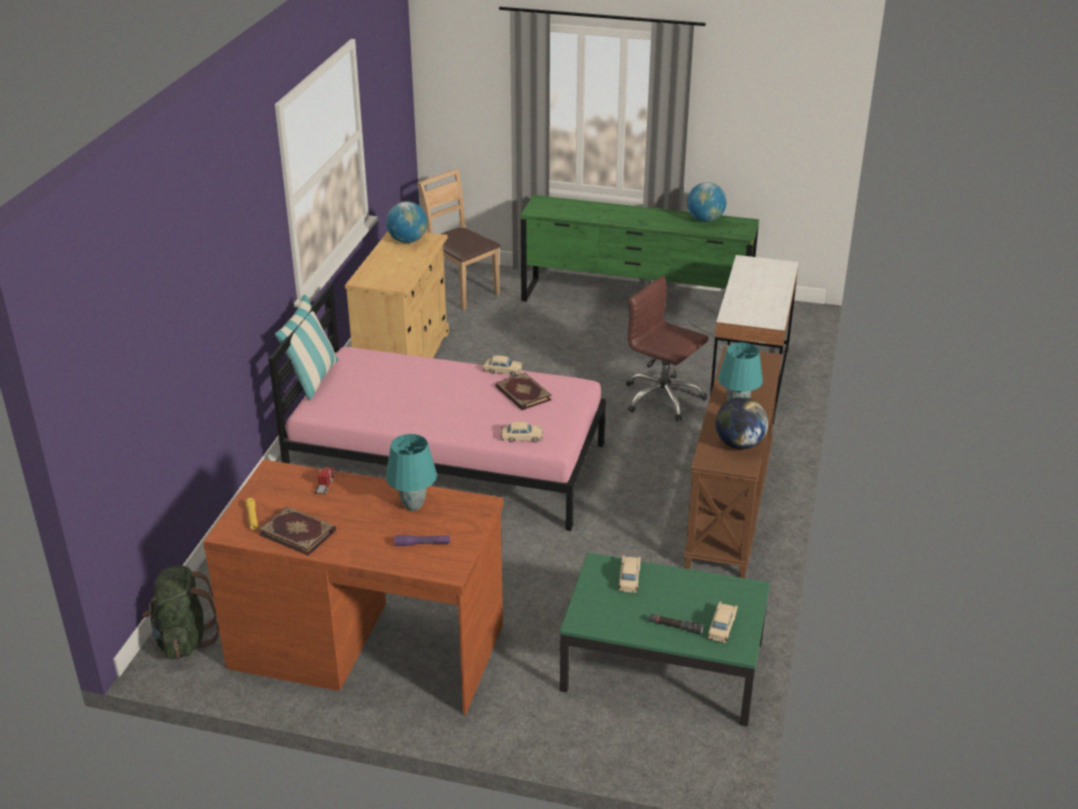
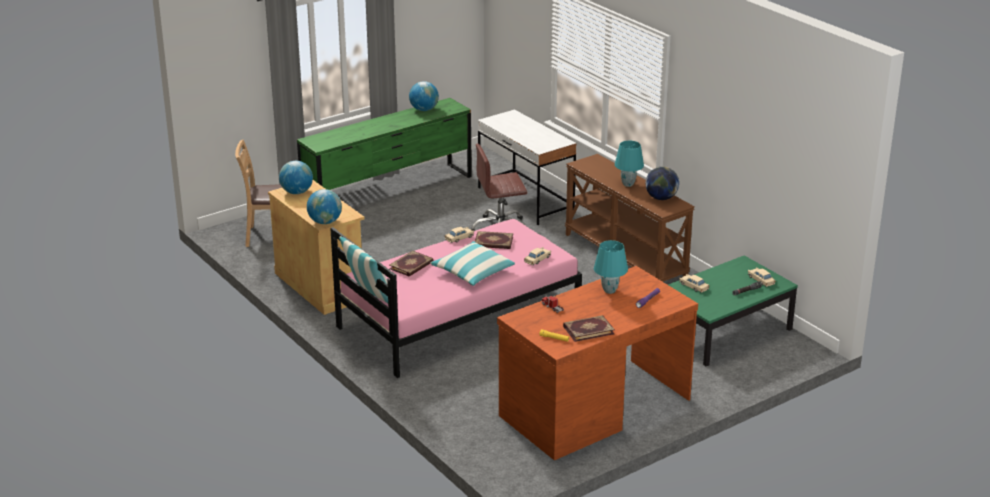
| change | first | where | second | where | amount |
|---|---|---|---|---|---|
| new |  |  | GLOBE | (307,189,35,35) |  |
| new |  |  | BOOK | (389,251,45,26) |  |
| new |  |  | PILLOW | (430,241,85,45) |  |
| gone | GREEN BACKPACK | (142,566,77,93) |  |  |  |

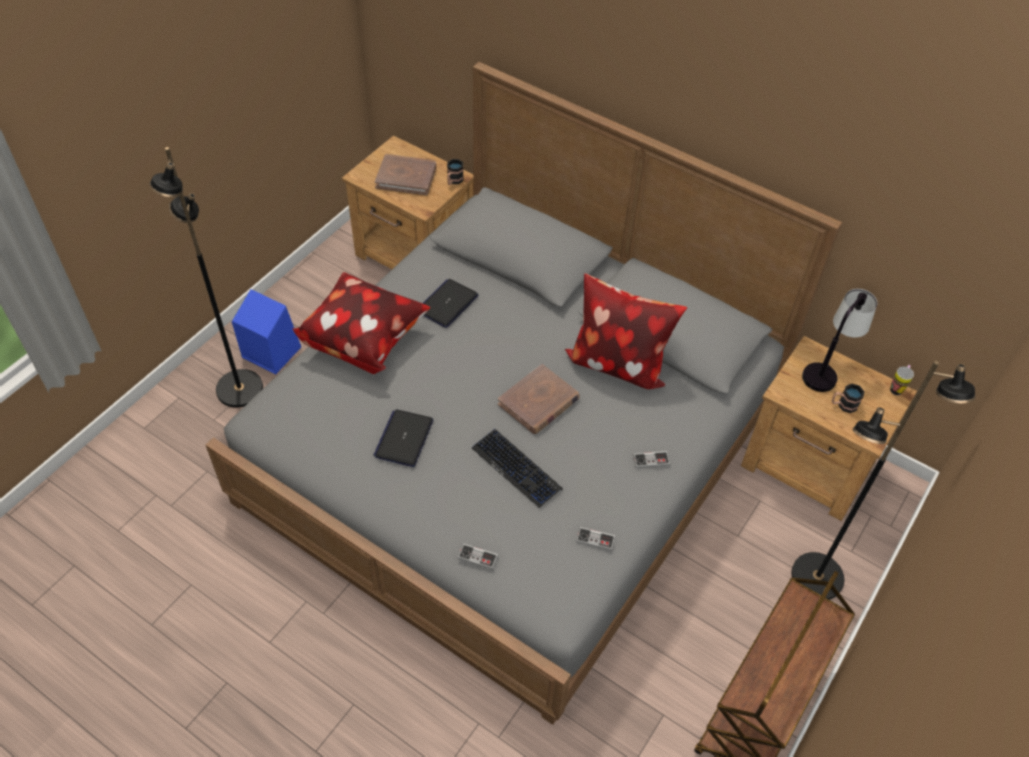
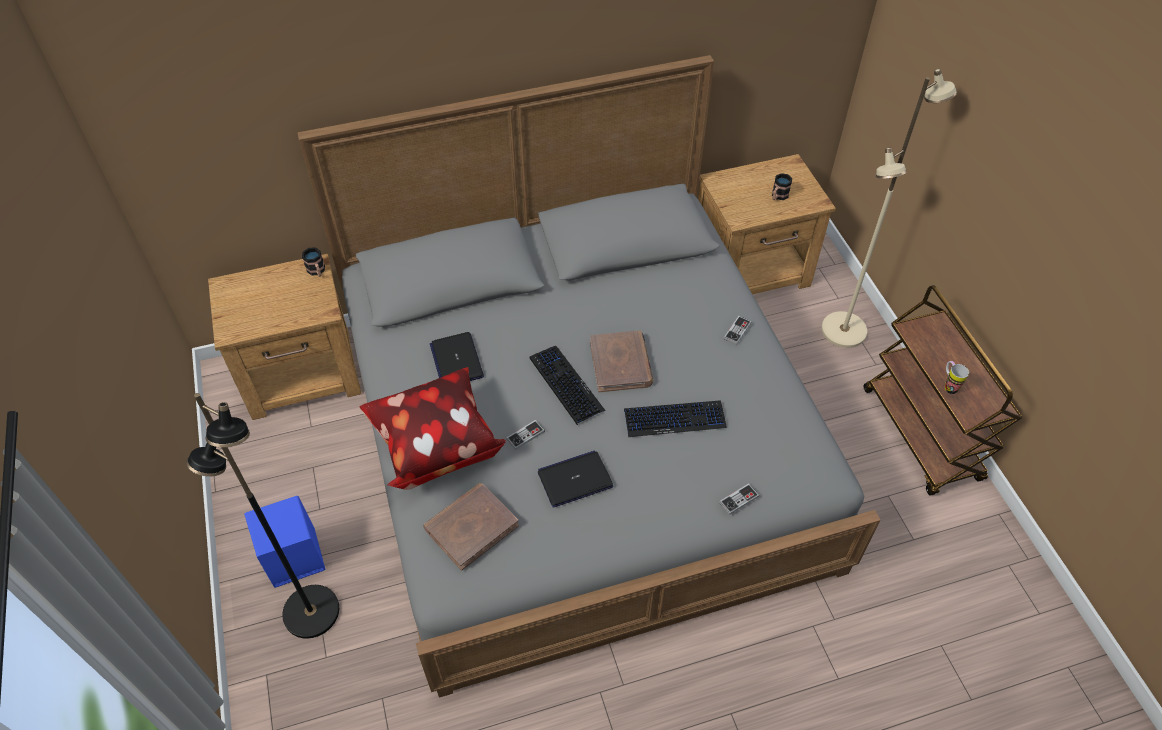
| change | first | where | second | where | amount |
|---|---|---|---|---|---|
| shifted | BROWN BOOK | (375,154,61,41) |  | (423,483,96,88) |  |
| shifted | GAME CONTROLLER | (576,527,39,24) |  | (506,420,39,30) |  |
| new |  |  | KEYBOARD | (530,346,76,79) |  |
| rotated | LAPTOP | (373,409,61,58) |  | (538,451,76,57) | 105 degrees clockwise |
| repainted | BLACK FLOOR LAMP | (792,361,183,239) | BEIGE FLOOR LAMP | (821,69,136,279) |  |
| shifted | MUG | (890,365,24,30) |  | (945,361,24,33) |  |
| gone | PILLOW | (564,273,123,116) |  |  |  |
| gone | TABLE LAMP | (802,289,75,103) |  |  |  |

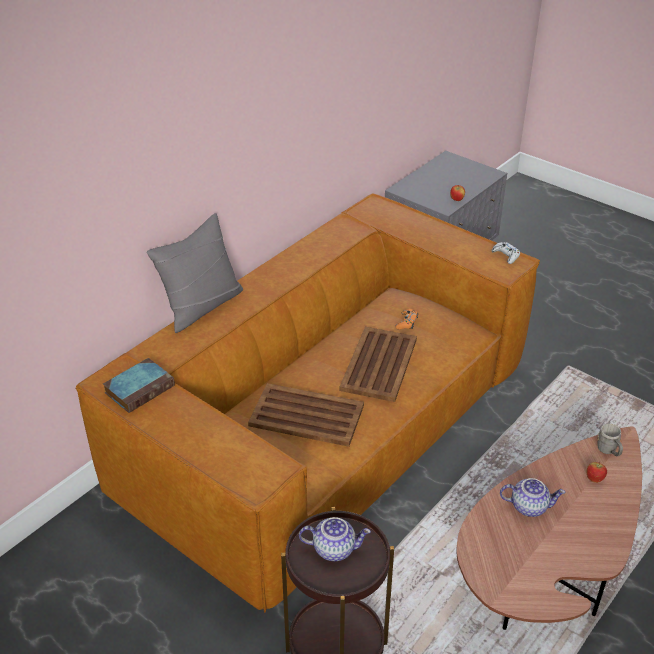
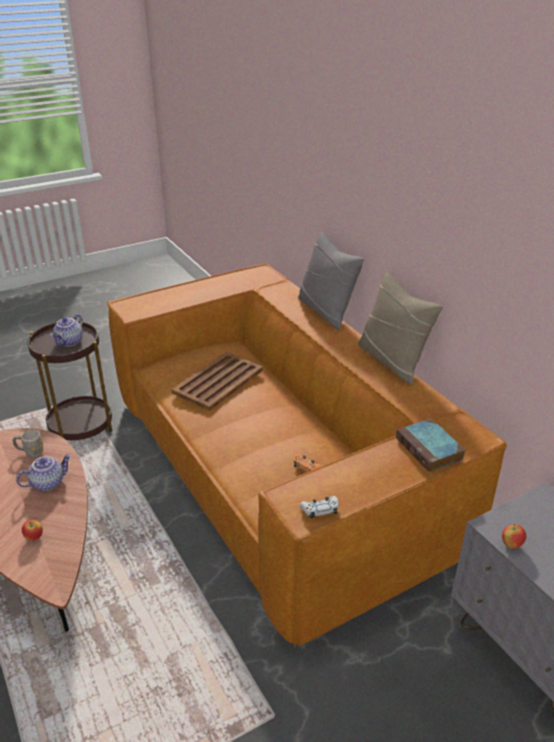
| change | first | where | second | where | amount |
|---|---|---|---|---|---|
| shifted | GREY MUG | (597,424,26,32) |  | (12,430,31,28) |  |
| rotated | TEAPOT | (500,478,66,39) |  | (16,454,56,37) | 150 degrees counterclockwise |
| new |  |  | BEIGE PILLOW | (358,272,85,113) |  |
| shifted | BOOK | (103,358,72,55) |  | (396,418,69,54) |  |
| gone | BROWN TRAY | (339,327,78,75) |  |  |  |

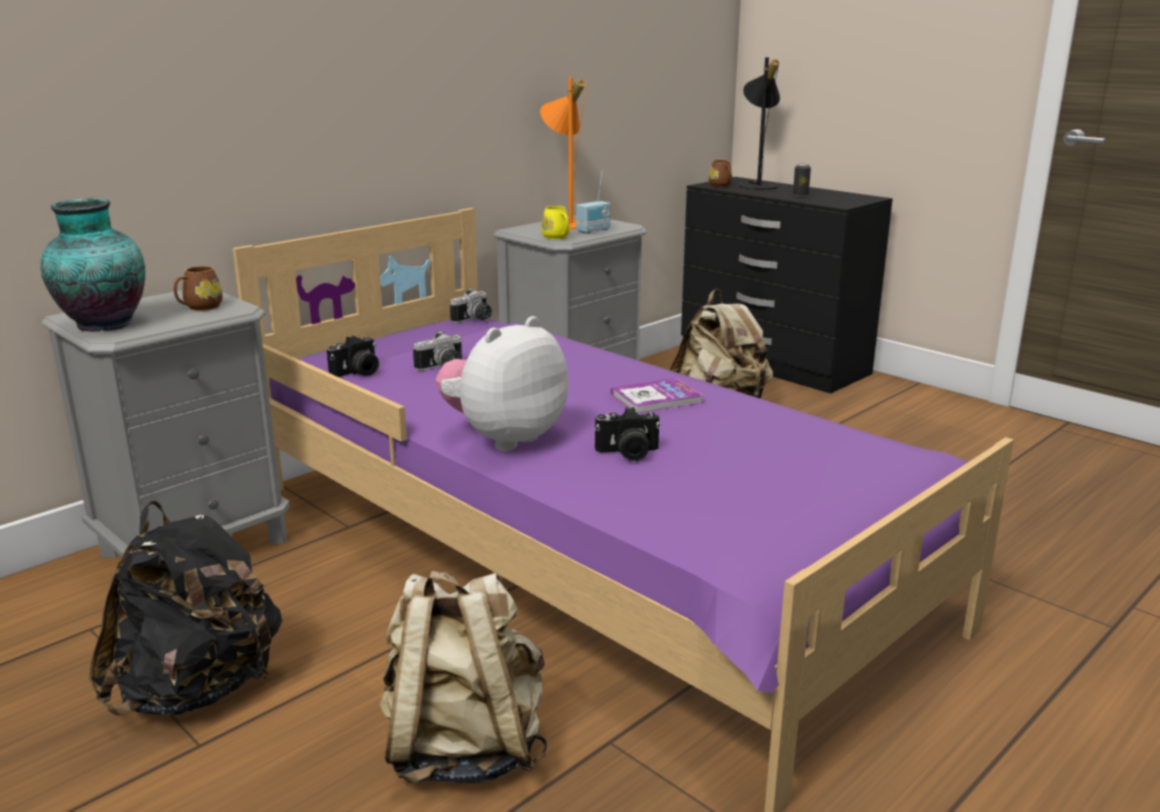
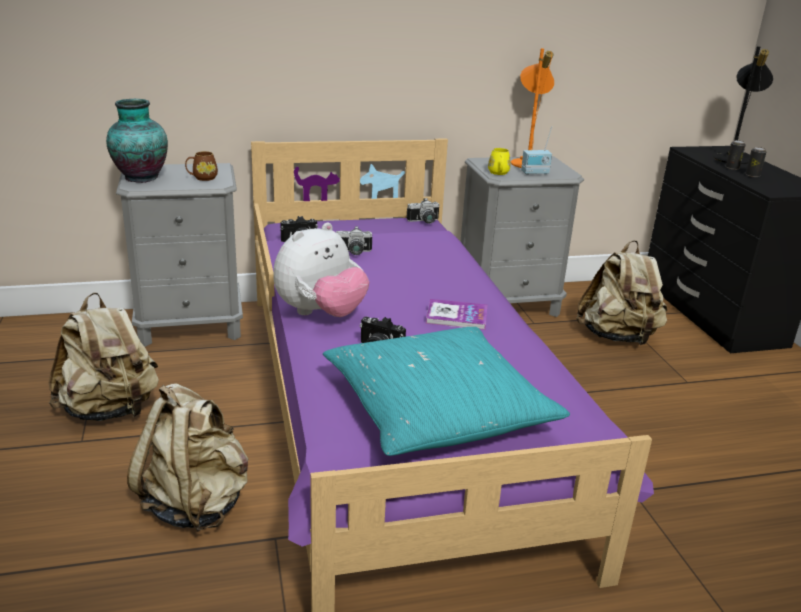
| change | first | where | second | where | amount |
|---|---|---|---|---|---|
| repainted | BLACK BACKPACK | (89,501,193,215) | BEIGE BACKPACK | (49,292,110,129) |  |
| rotated | PLUSH TOY | (435,316,133,135) |  | (274,223,95,94) | 150 degrees clockwise |
| new |  |  | TURQUOISE PILLOW | (323,327,247,129) |  |
| new |  |  | CAN | (726,140,20,30) |  |
| gone | BROWN MUG | (709,160,23,27) |  |  |  |

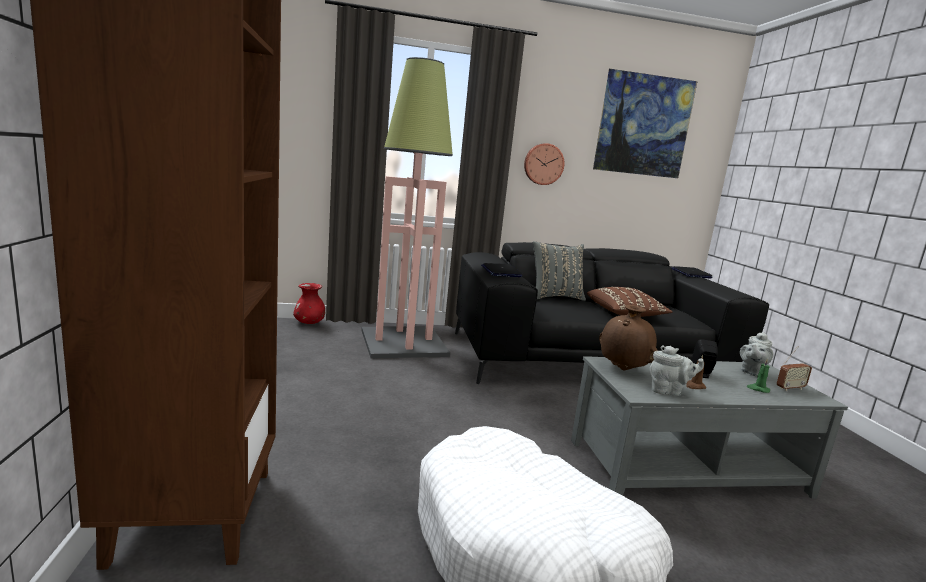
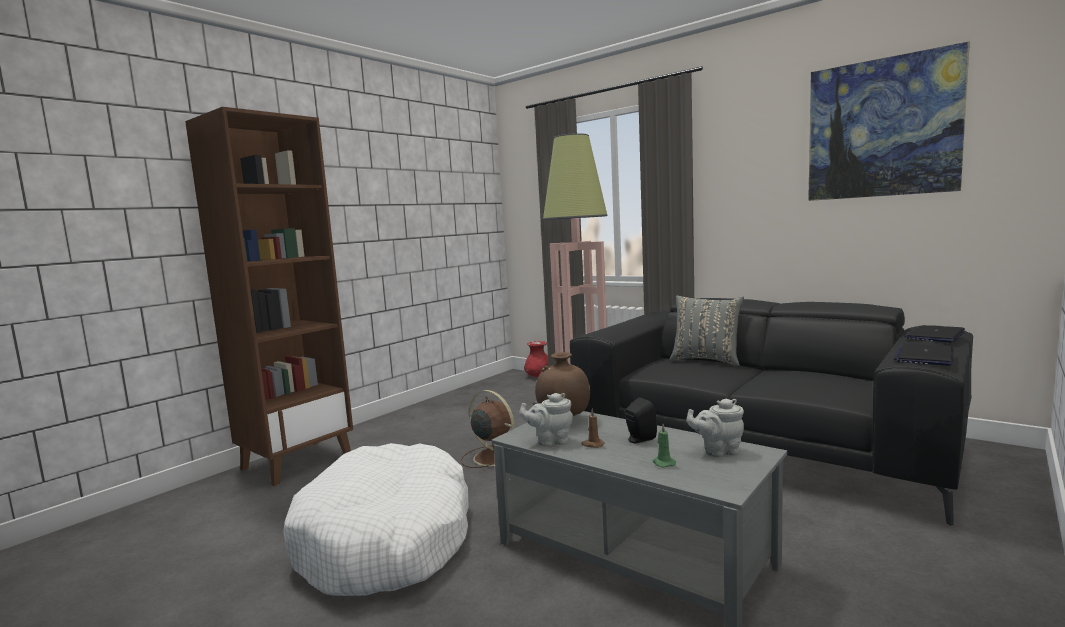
| change | first | where | second | where | amount |
|---|---|---|---|---|---|
| new |  |  | BROWN FAN | (461,390,54,78) |  |
| rotated | GREY TEAPOT | (650,346,54,50) |  | (519,393,54,54) | 120 degrees clockwise |
| shifted | LAPTOP | (481,263,42,14) |  | (894,344,60,22) |  |
| gone | WALL CLOCK | (524,143,40,42) |  |  |  |
| gone | BROWN PILLOW | (587,287,85,30) |  |  |  |
| gone | RADIO | (777,346,35,45) |  |  |  |

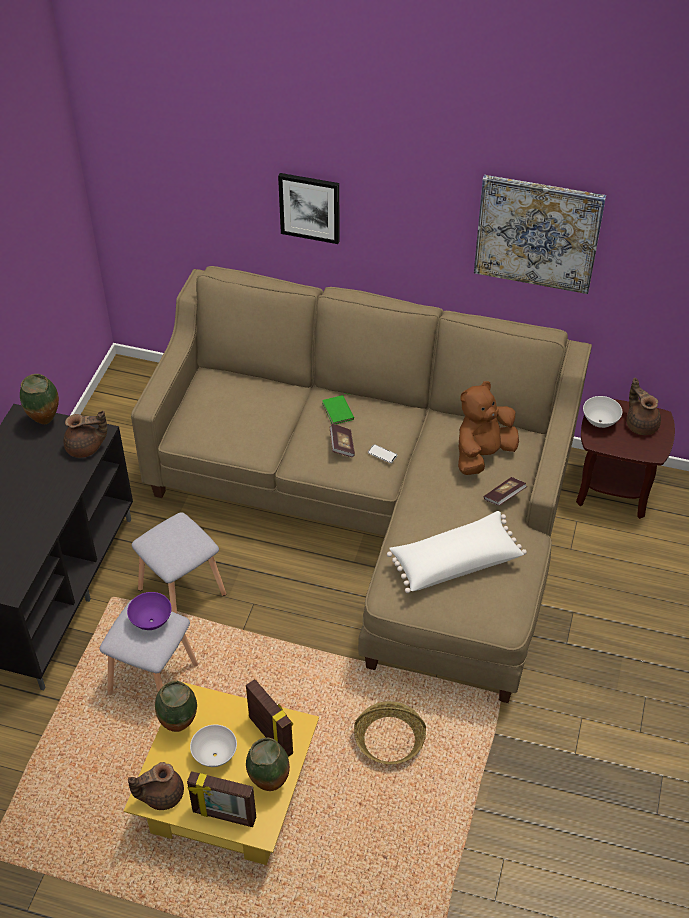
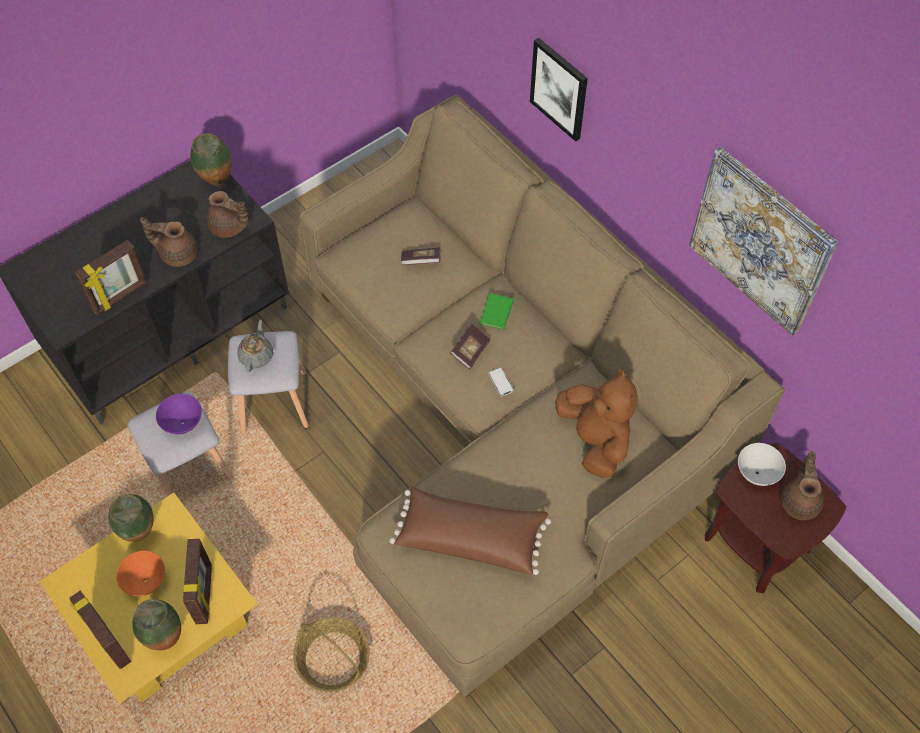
| change | first | where | second | where | amount |
|---|---|---|---|---|---|
| new |  |  | PICTURE FRAME | (75,240,73,75) |  |
| repainted | WHITE BOWL | (190,725,47,42) | ORANGE BOWL | (116,551,49,45) |  |
| shifted | BROWN TEAPOT | (128,762,56,48) |  | (140,217,58,50) |  |
| new |  |  | GREY TEAPOT | (237,320,36,52) |  |
| repainted | WHITE PILLOW | (387,511,140,82) | BROWN PILLOW | (389,487,162,88) |  |
| shifted | BOOK | (484,477,43,29) |  | (401,248,40,17) |  |
| rotated | BROWN PLUSH TOY | (458,381,61,94) |  | (555,368,83,110) | 75 degrees clockwise |

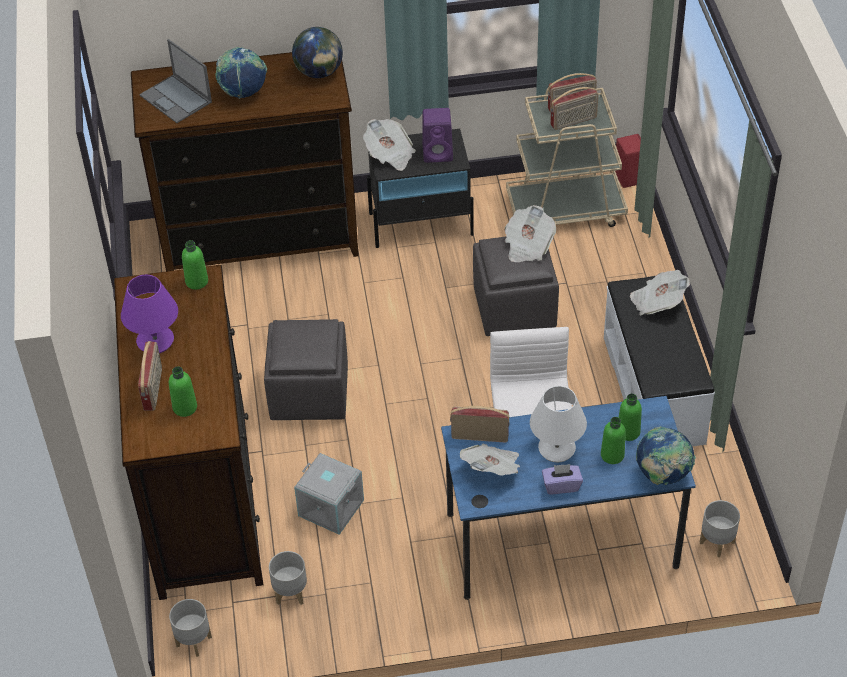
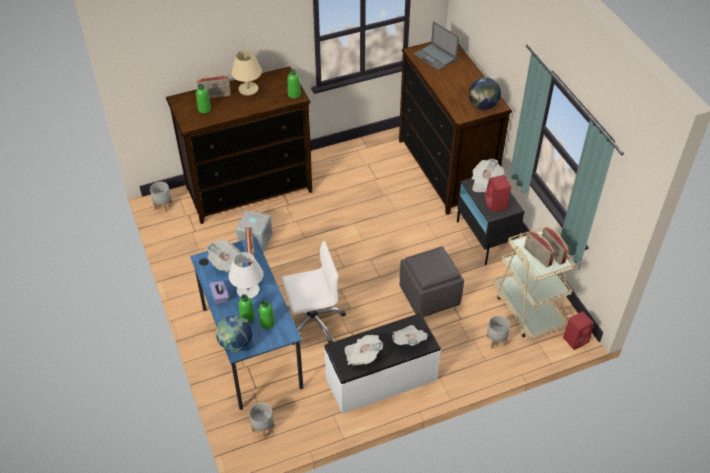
| change | first | where | second | where | amount |
|---|---|---|---|---|---|
| repainted | PURPLE TABLE LAMP | (121,275,57,78) | BEIGE TABLE LAMP | (231,50,31,46) |  |
| shifted | NEWSPAPER | (505,205,51,57) |  | (345,335,38,30) |  |
| rotated | LAPTOP | (140,39,72,84) |  | (413,21,46,50) | 75 degrees counterclockwise |
| repainted | PURPLE SPEAKER | (423,108,30,55) | RED SPEAKER | (485,175,26,37) |  |
| shifted | GREY PLANTER | (269,551,38,54) |  | (487,316,23,33) |  |
| gone | GLOBE | (215,47,52,52) |  |  |  |
| gone | GREY OTTOMAN | (264,319,84,101) |  |  |  |

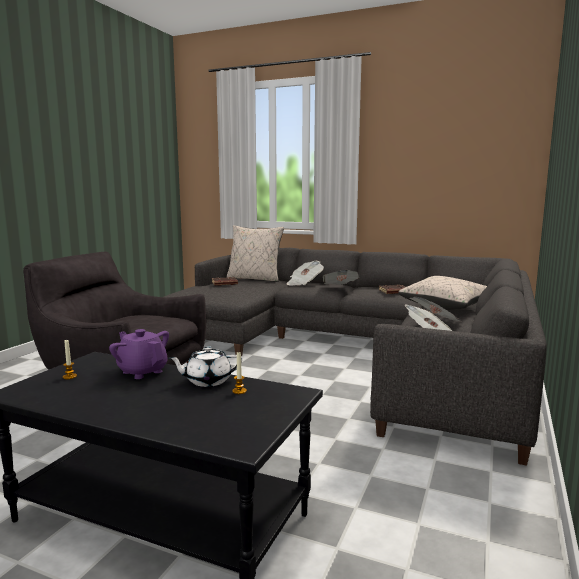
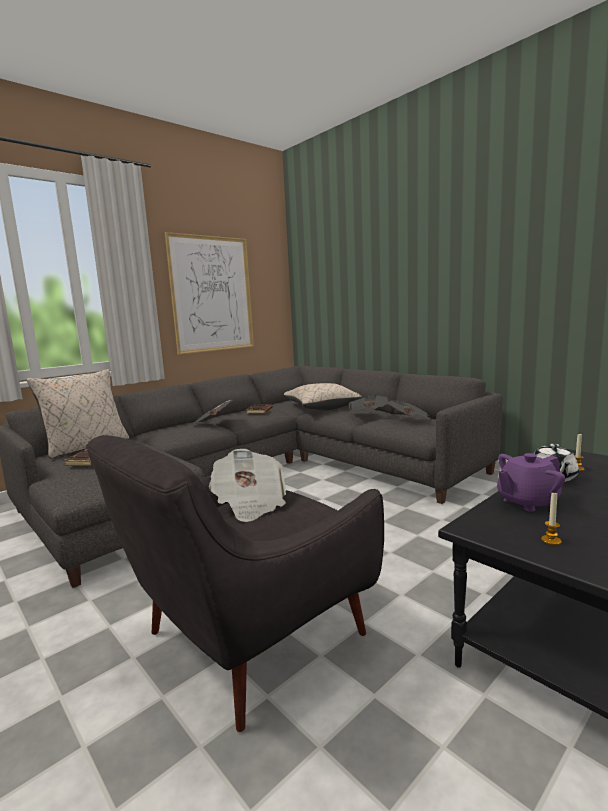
| change | first | where | second | where | amount |
|---|---|---|---|---|---|
| new |  |  | PICTURE | (165,232,89,123) |  |
| shifted | NEWSPAPER | (286,261,38,25) |  | (209,449,77,73) |  |

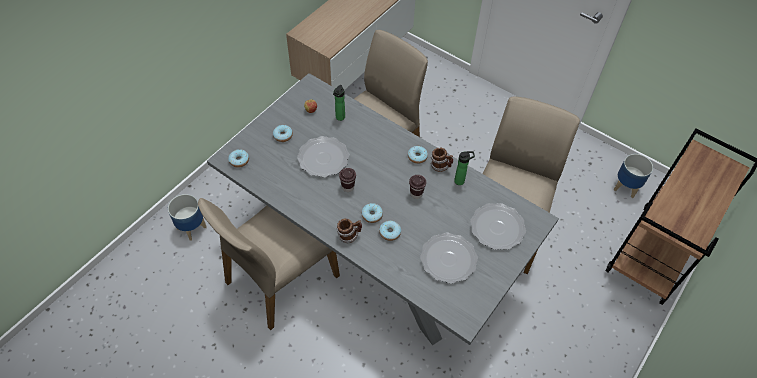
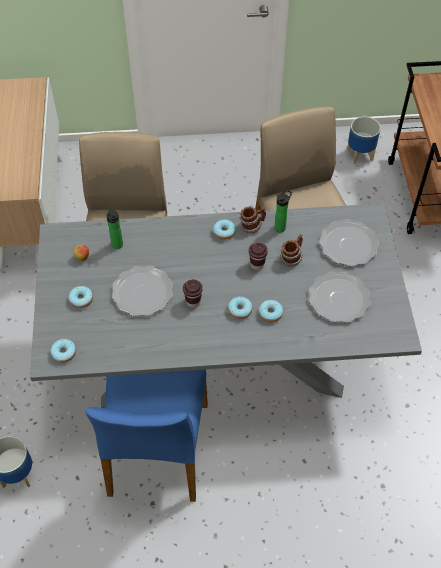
| change | first | where | second | where | amount |
|---|---|---|---|---|---|
| repainted | BEIGE CHAIR | (198,198,142,132) | BLUE CHAIR | (86,369,122,133) |  |
| shifted | MUG | (337,218,25,25) |  | (280,234,23,33) |  |

